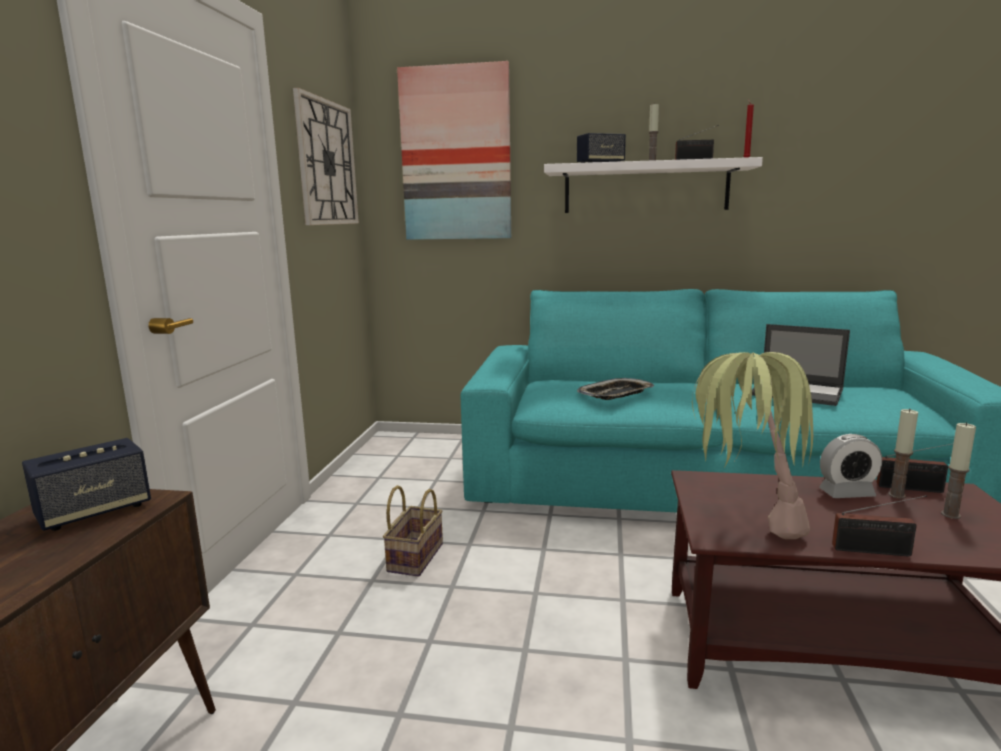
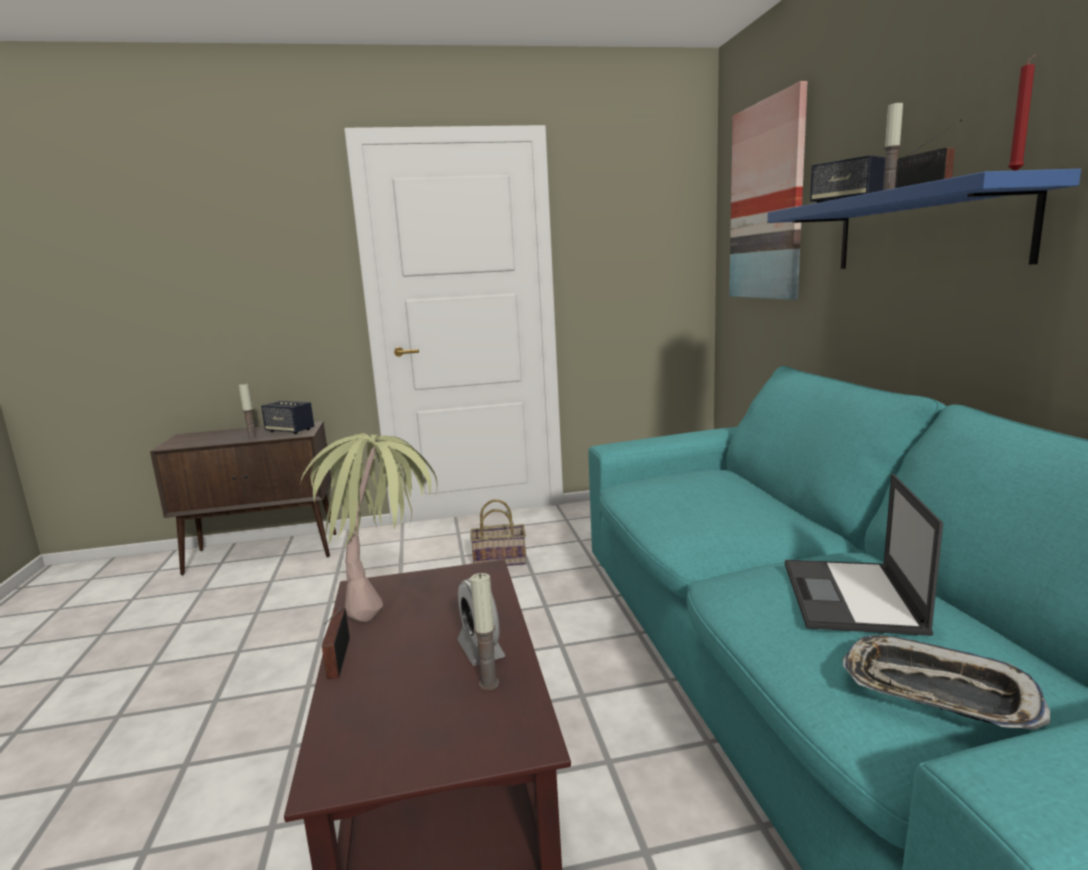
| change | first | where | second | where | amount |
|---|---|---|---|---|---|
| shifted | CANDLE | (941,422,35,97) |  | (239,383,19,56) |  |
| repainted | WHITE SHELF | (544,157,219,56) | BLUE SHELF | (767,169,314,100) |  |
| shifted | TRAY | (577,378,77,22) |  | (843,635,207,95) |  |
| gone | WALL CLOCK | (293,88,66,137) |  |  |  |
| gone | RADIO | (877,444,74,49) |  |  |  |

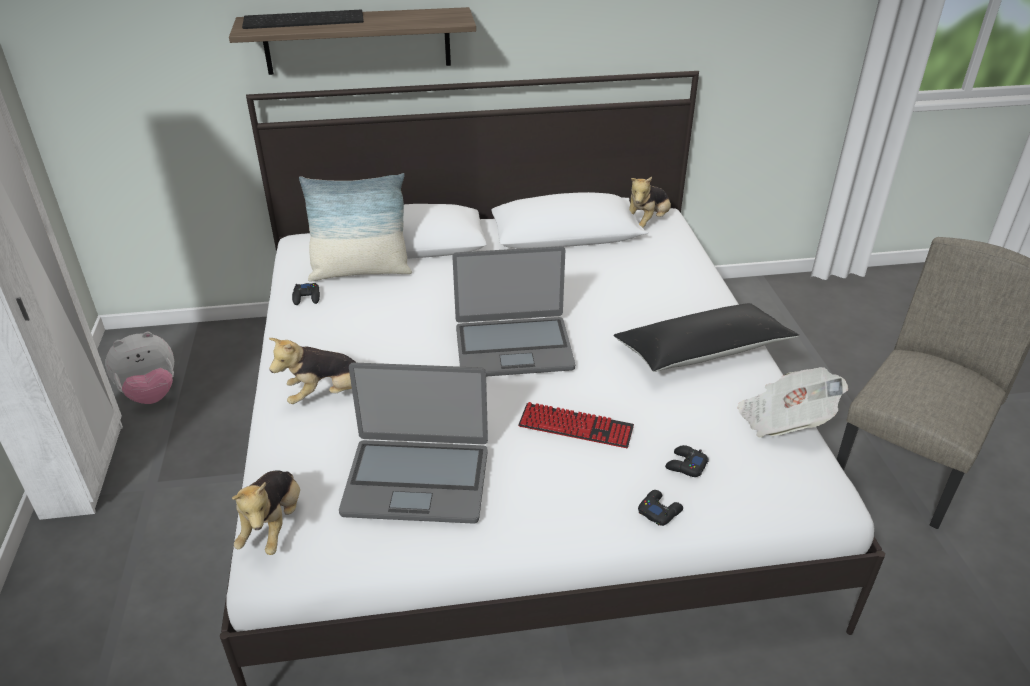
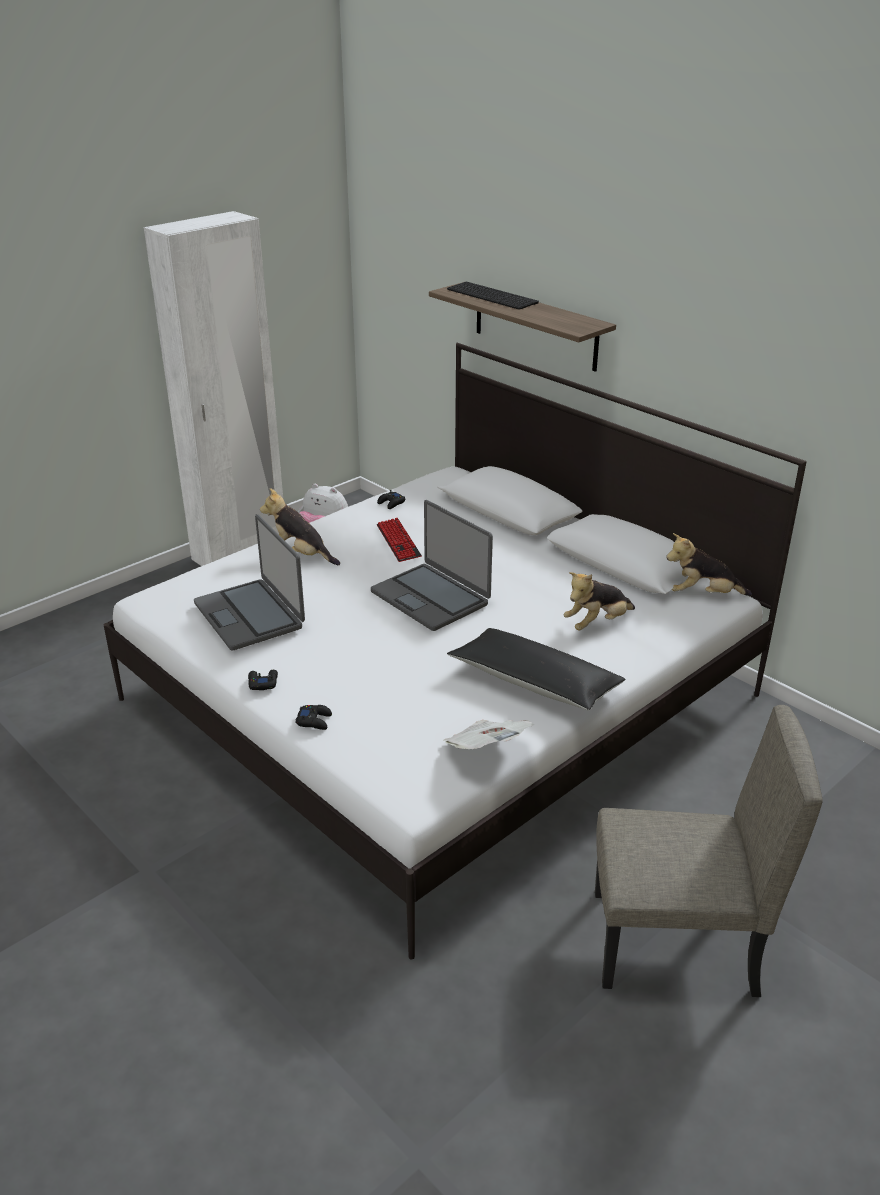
| change | first | where | second | where | amount |
|---|---|---|---|---|---|
| shifted | BLACK GAME CONTROLLER | (665,445,44,32) |  | (248,670,30,20) |  |
| shifted | KEYBOARD | (518,402,116,46) |  | (377,518,45,44) |  |
| shifted | PLUSH TOY | (232,470,68,85) |  | (564,572,71,58) |  |
| gone | PILLOW | (299,173,113,109) |  |  |  |

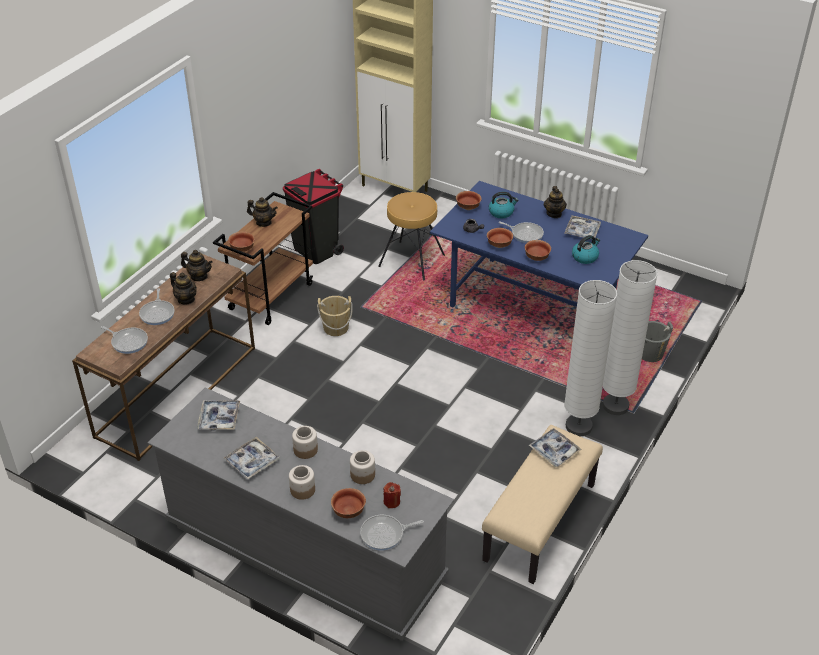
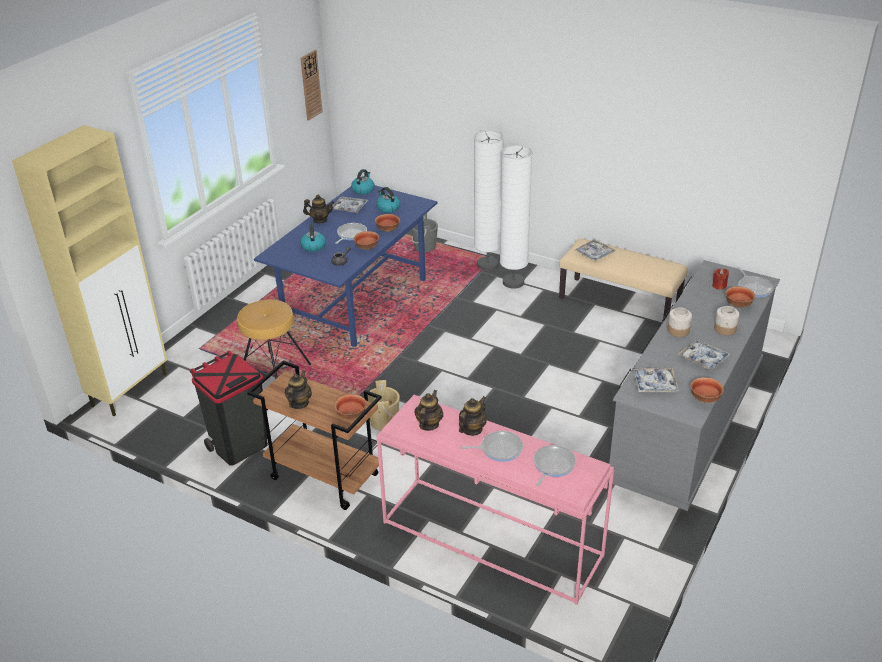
| change | first | where | second | where | amount |
|---|---|---|---|---|---|
| new |  |  | WALL CLOCK | (300,50,23,71) |  |
| new |  |  | KETTLE | (351,169,24,26) |  |
| repainted | BROWN CONSOLE TABLE | (72,254,183,207) | PINK CONSOLE TABLE | (377,395,238,210) |  |
| shifted | BOWL | (456,191,26,19) |  | (691,378,33,25) |  |
| gone | JAR | (350,450,25,34) |  |  |  |

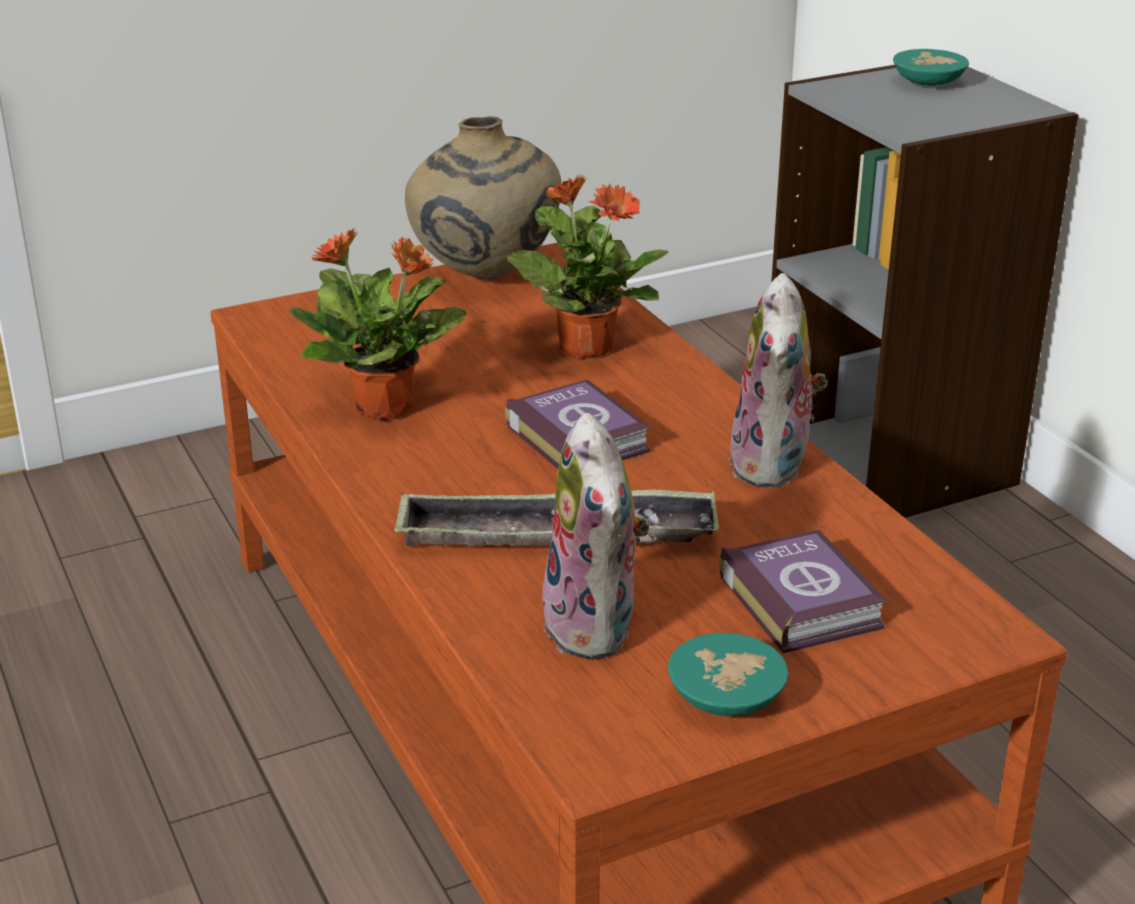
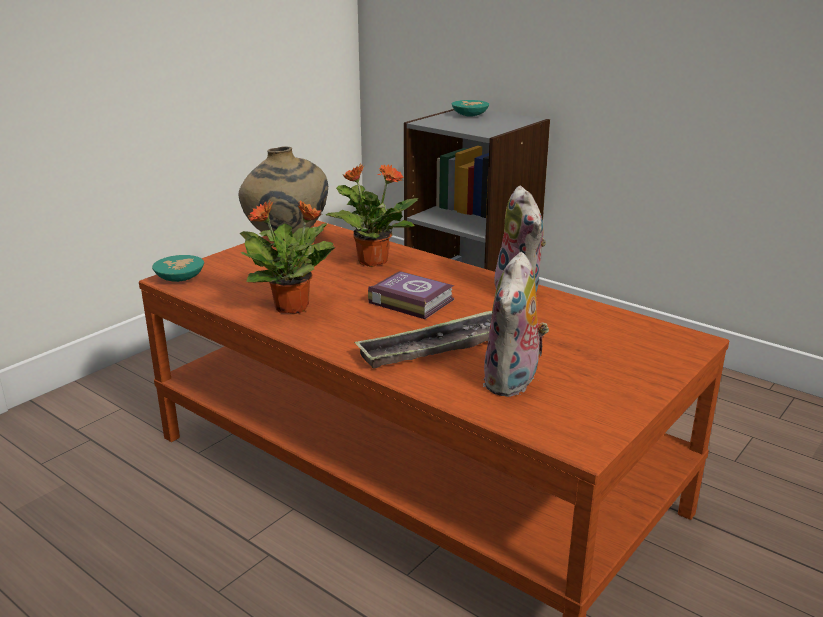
| change | first | where | second | where | amount |
|---|---|---|---|---|---|
| shifted | TURQUOISE BOWL | (668,633,120,83) |  | (152,255,52,27) |  |
| rotated | PLUSH TOY | (537,413,113,246) |  | (483,252,66,145) | 60 degrees clockwise |
| gone | BOOK | (719,530,169,124) |  |  |  |

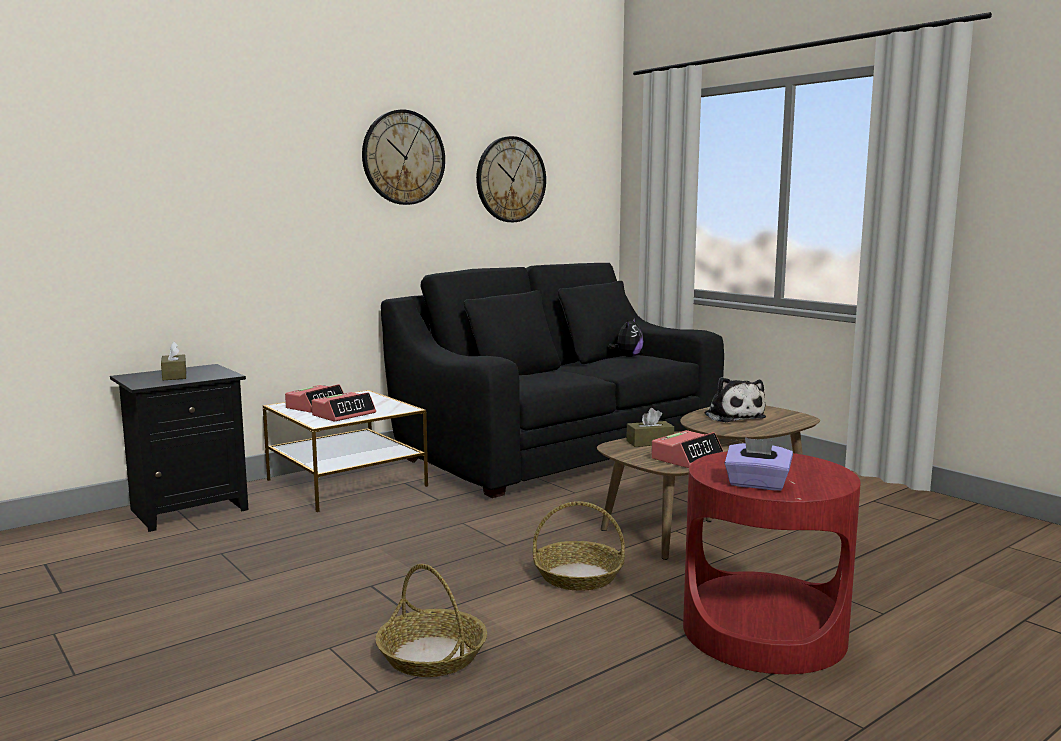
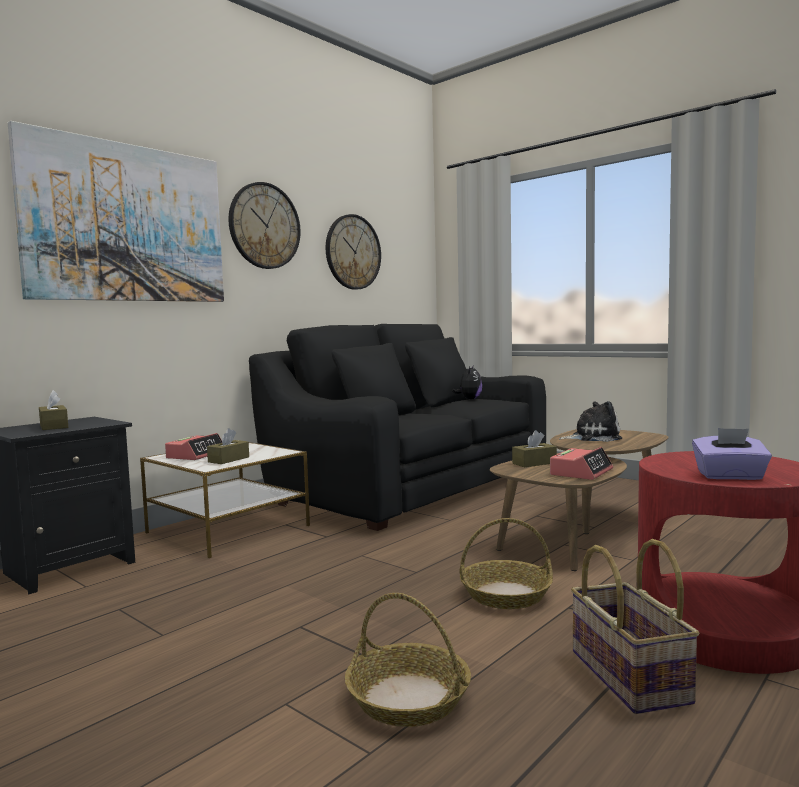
| change | first | where | second | where | amount |
|---|---|---|---|---|---|
| new |  |  | PICTURE | (8,121,216,181) |  |
| swapped | ALARM CLOCK | (312,392,64,30) | BROWN TISSUE BOX | (207,428,42,36) |  |
| rotated | PLUSH TOY | (704,377,62,45) |  | (559,401,63,41) | 60 degrees counterclockwise |
| new |  |  | BASKET | (571,539,129,175) |  |

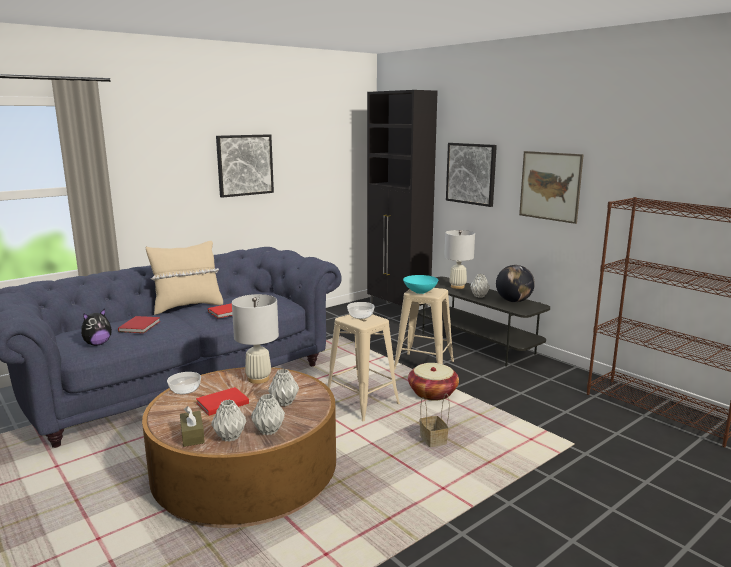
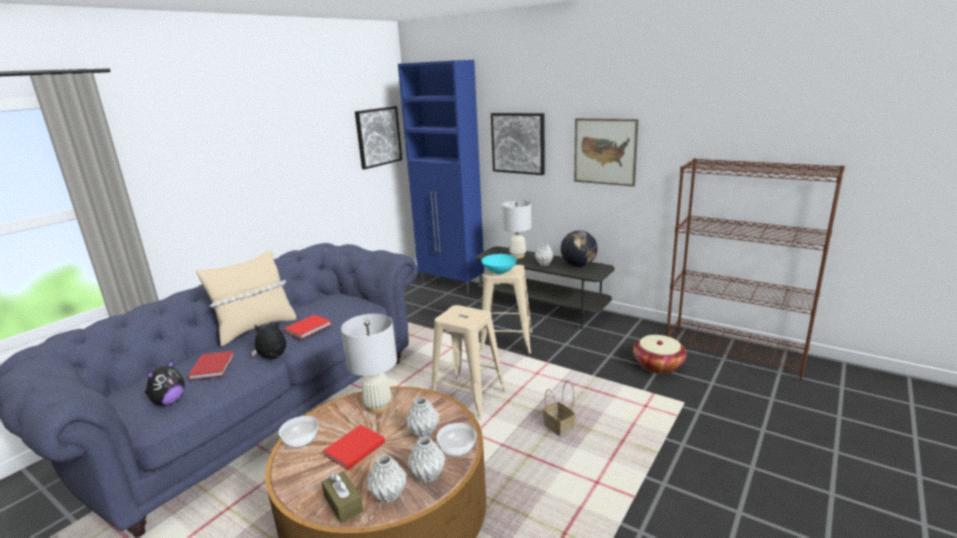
| change | first | where | second | where | amount |
|---|---|---|---|---|---|
| new |  |  | PLUSH TOY | (251,322,35,37) |  |
| shifted | PICTURE | (216,134,58,64) |  | (355,106,47,63) |  |
| repainted | BLACK CABINET | (367,90,71,232) | BLUE CABINET | (398,60,87,235) |  |
| shifted | BOWL | (347,302,28,17) |  | (437,423,39,34) |  |
| shifted | BASKET | (408,363,51,38) |  | (633,335,54,39) |  |

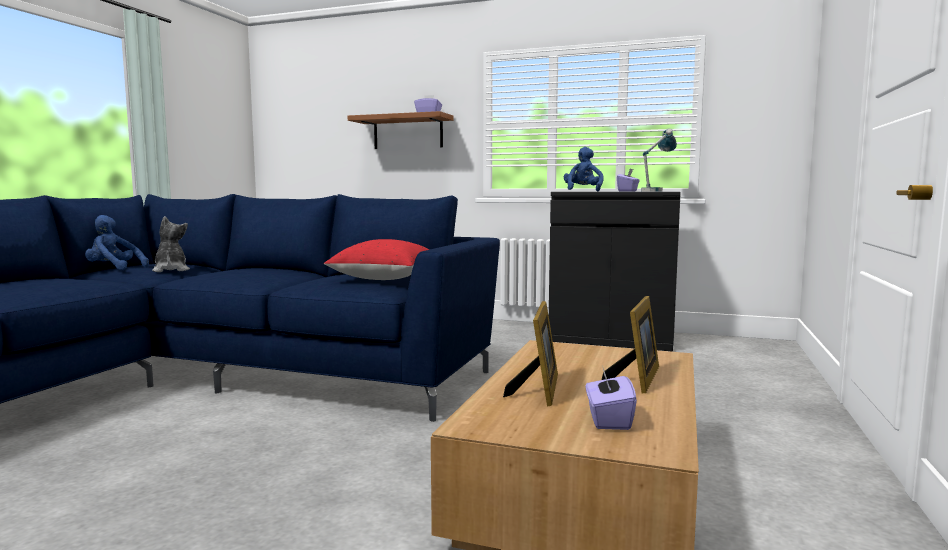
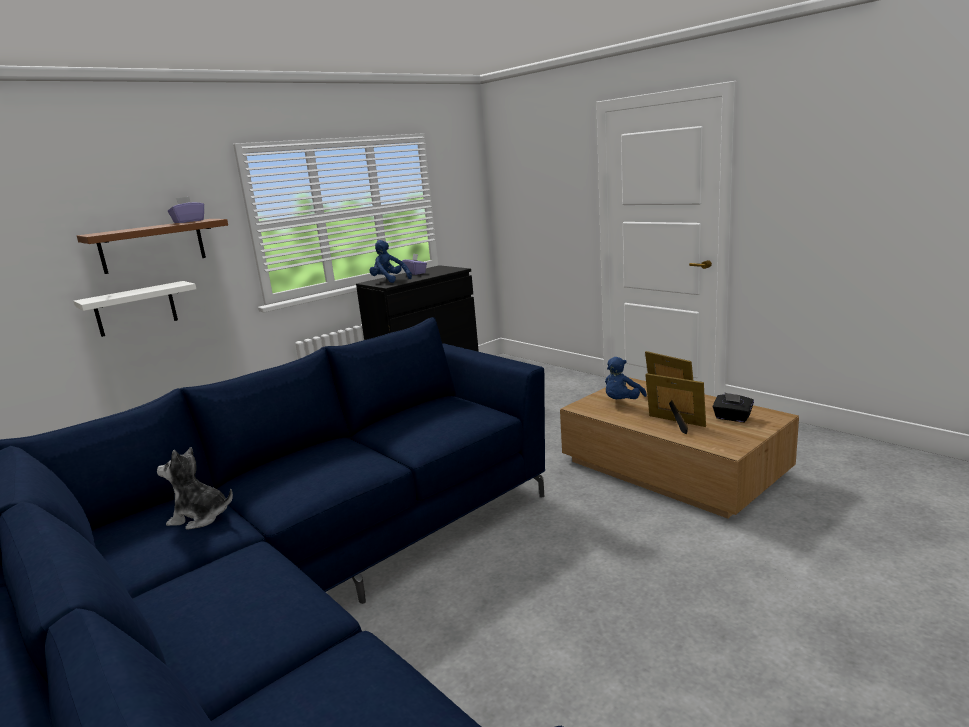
| change | first | where | second | where | amount |
|---|---|---|---|---|---|
| new |  |  | WHITE SHELF | (74,281,122,56) |  |
| shifted | BLUE PLUSH TOY | (85,215,64,55) |  | (605,357,42,42) |  |
| repainted | PURPLE TISSUE BOX | (586,365,51,65) | BLACK TISSUE BOX | (712,392,42,30) |  |
| gone | RED PILLOW | (324,239,105,41) |  |  |  |
| gone | TABLE LAMP | (641,128,36,63) |  |  |  |

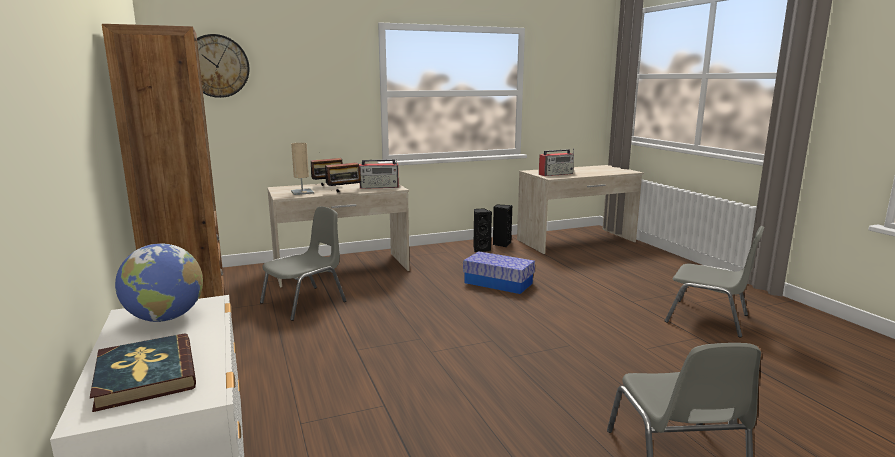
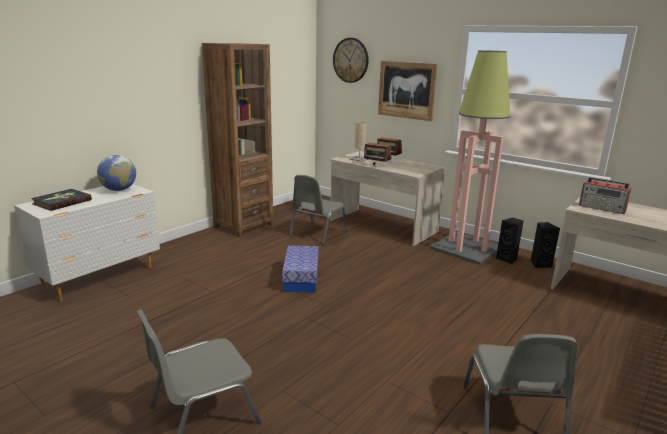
| change | first | where | second | where | amount |
|---|---|---|---|---|---|
| shifted | STORAGE BOX | (463,251,72,43) |  | (282,245,36,48) |  |
| rotated | GREY CHAIR | (260,206,86,115) |  | (289,175,58,70) | 105 degrees clockwise |
| new |  |  | PICTURE | (378,61,60,60) |  |
| new |  |  | FLOOR LAMP | (430,50,80,215) |  |
| gone | RADIO | (359,159,40,30) |  |  |  |

